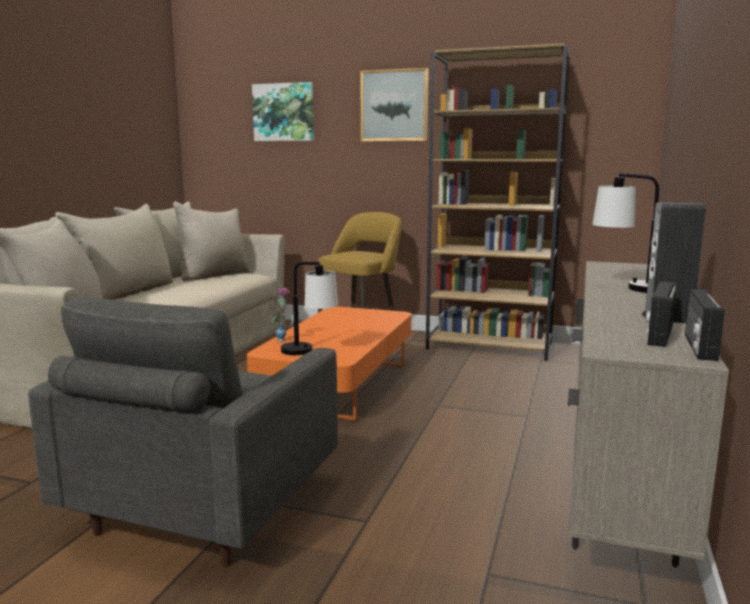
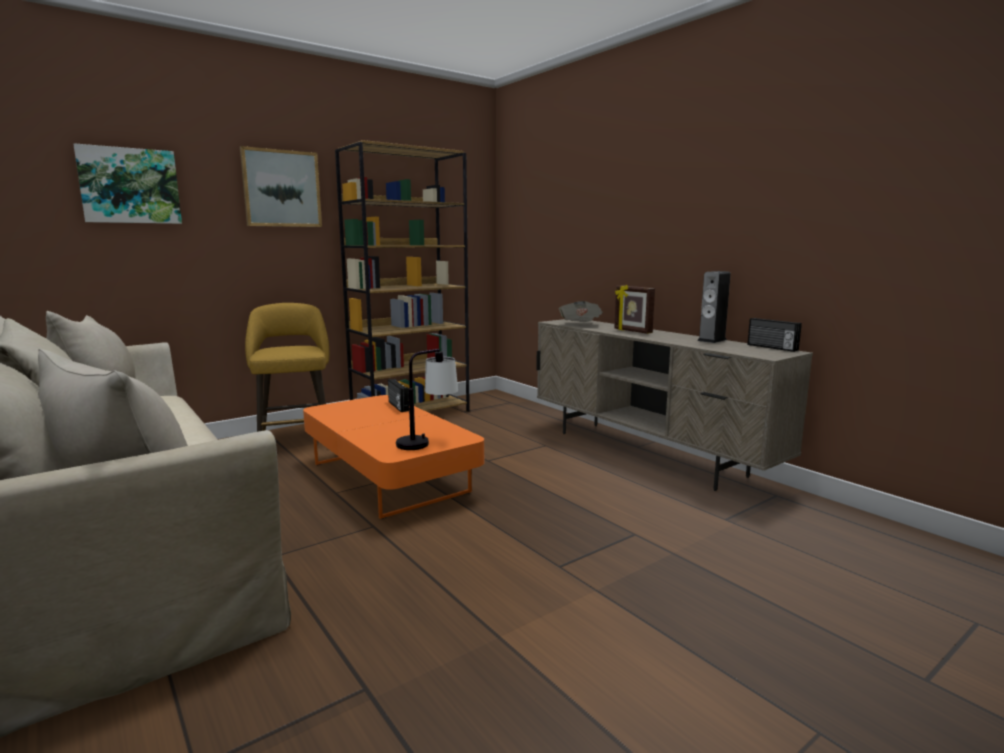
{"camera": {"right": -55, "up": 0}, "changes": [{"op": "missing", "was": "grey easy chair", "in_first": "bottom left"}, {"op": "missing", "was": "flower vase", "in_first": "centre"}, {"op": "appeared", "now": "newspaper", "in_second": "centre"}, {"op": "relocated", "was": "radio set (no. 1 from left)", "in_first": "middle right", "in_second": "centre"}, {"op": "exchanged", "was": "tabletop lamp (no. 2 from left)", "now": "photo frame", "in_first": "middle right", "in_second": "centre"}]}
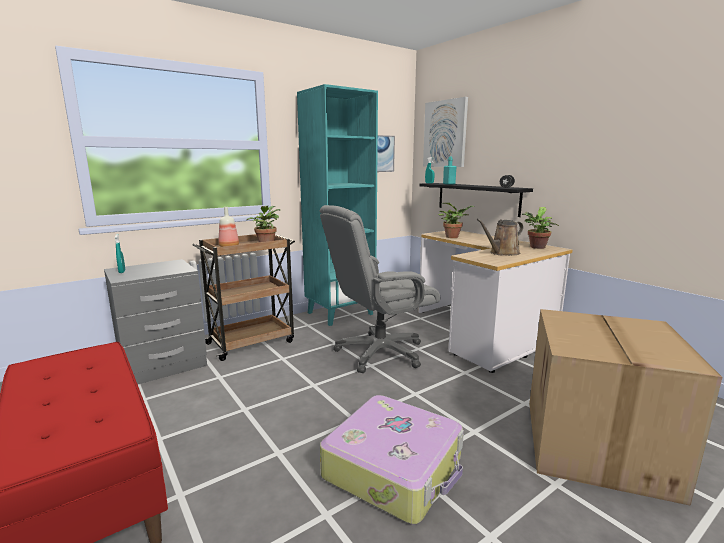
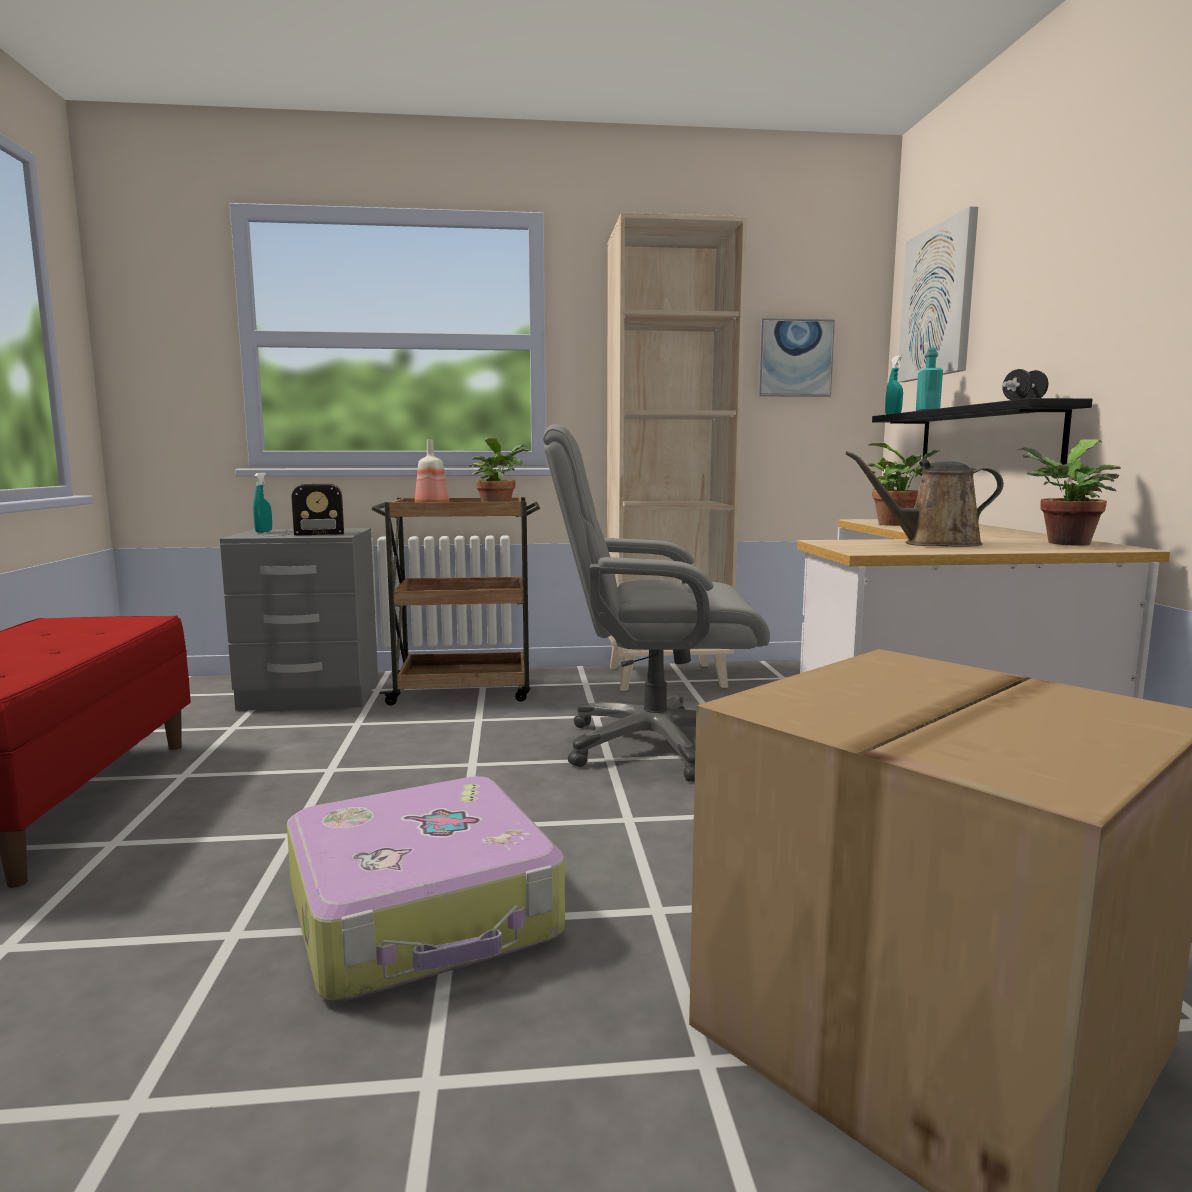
{"camera": {"right": 30, "up": -5}, "changes": [{"op": "appeared", "now": "radio set", "in_second": "middle left"}, {"op": "colour", "was": "blue-green bookcase", "now": "beige bookcase", "in_first": "centre", "in_second": "centre"}]}
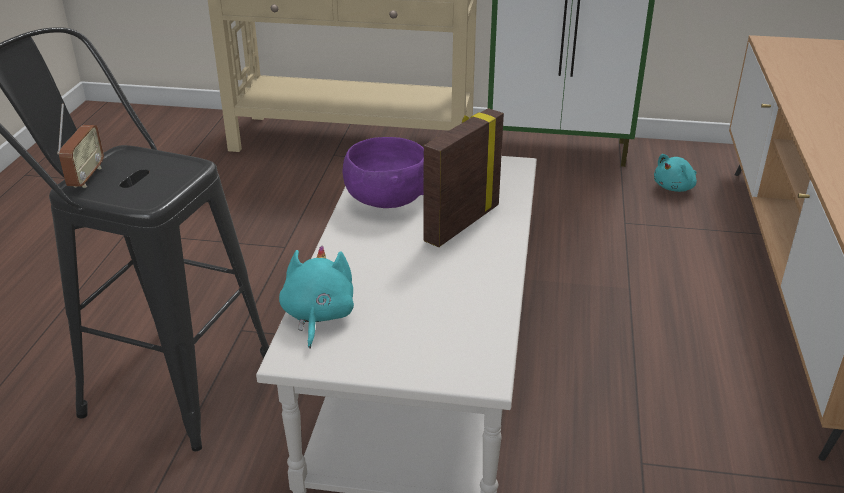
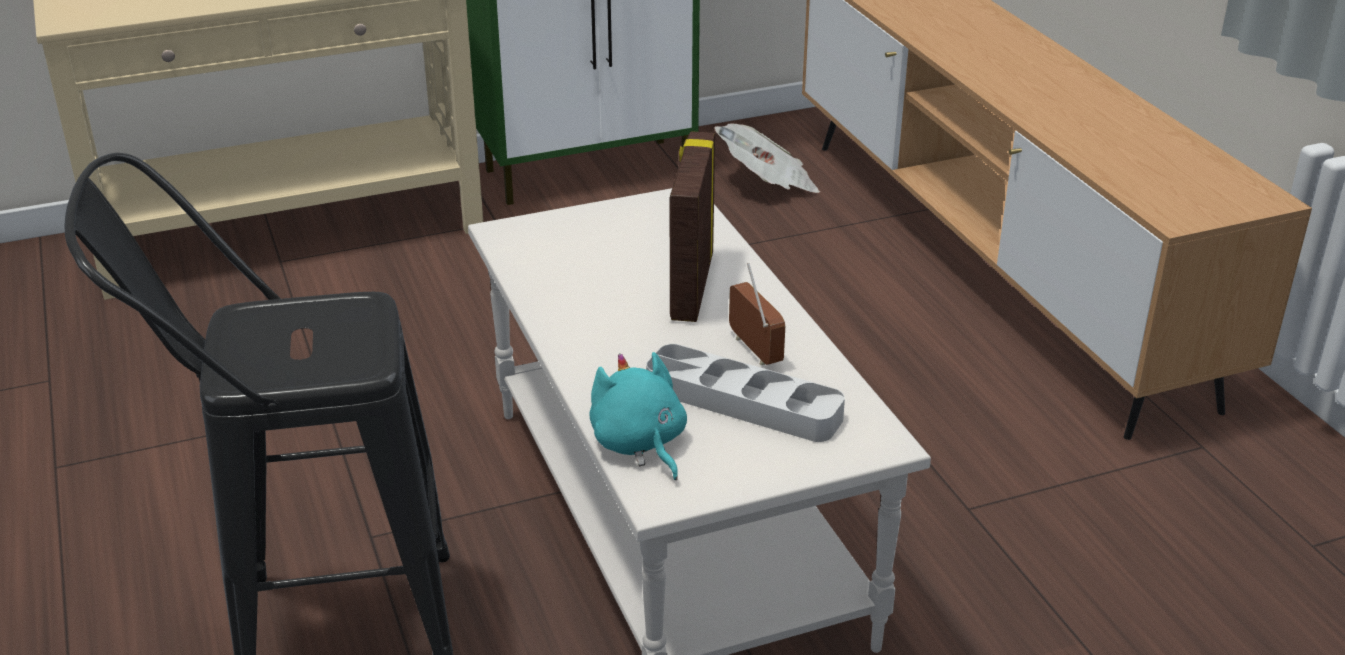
{"camera": {"right": -30, "up": 0}, "changes": [{"op": "missing", "was": "purple bowl", "in_first": "centre"}, {"op": "appeared", "now": "grey tray", "in_second": "centre"}, {"op": "relocated", "was": "radio set", "in_first": "top left", "in_second": "centre"}, {"op": "exchanged", "was": "blue-green soft toy (no. 2 from left)", "now": "newspaper", "in_first": "middle right", "in_second": "top centre"}]}
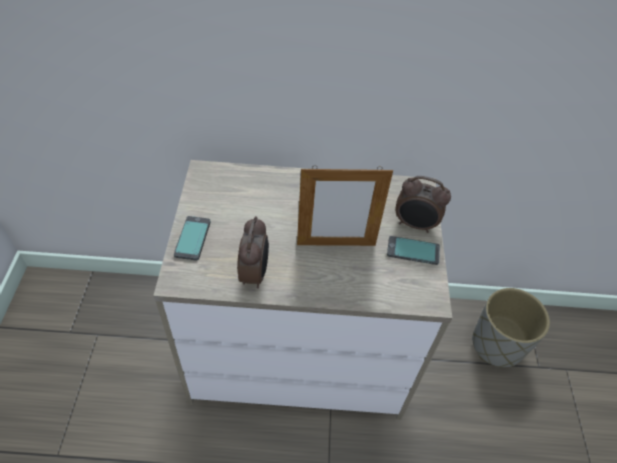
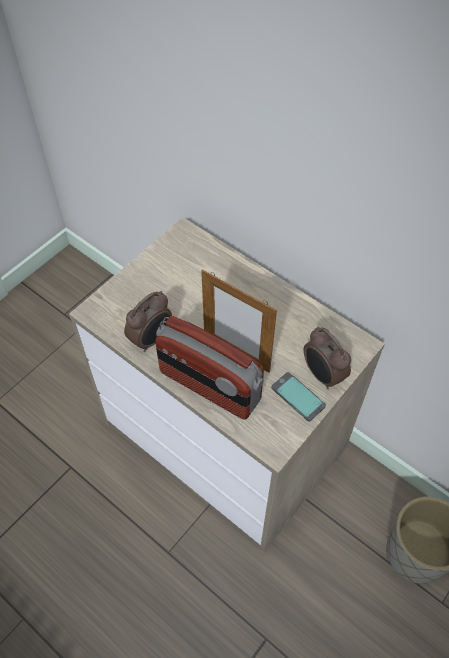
{"camera": {"right": 40, "up": 5}, "changes": [{"op": "missing", "was": "phone (no. 1 from left)", "in_first": "middle left"}, {"op": "appeared", "now": "radio set", "in_second": "centre"}]}
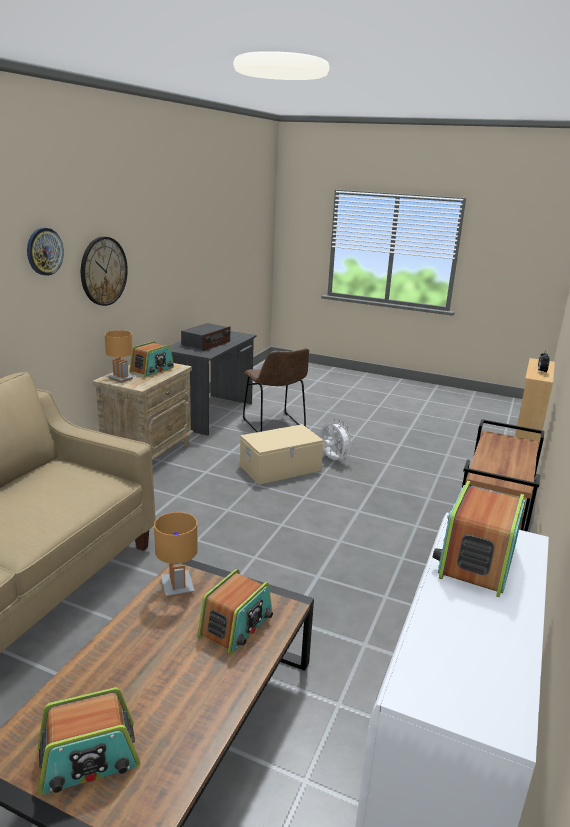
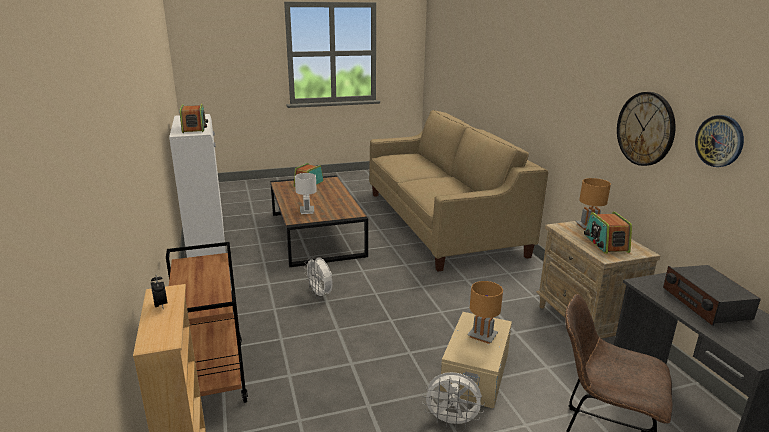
{"camera": {"right": 140, "up": 0}, "changes": [{"op": "appeared", "now": "whitish cooling fan (no. 1 from left)", "in_second": "centre"}, {"op": "relocated", "was": "hanging clock (no. 1 from left in the first image)", "now": "hanging clock (no. 2 from left)", "in_first": "top left", "in_second": "top right"}, {"op": "relocated", "was": "brown-coloured tabletop lamp (no. 2 from left in the first image)", "now": "brown-coloured tabletop lamp (no. 1 from left)", "in_first": "bottom left", "in_second": "bottom centre"}, {"op": "exchanged", "was": "radio set (no. 4 from left)", "now": "whitish tabletop lamp", "in_first": "bottom centre", "in_second": "centre"}]}
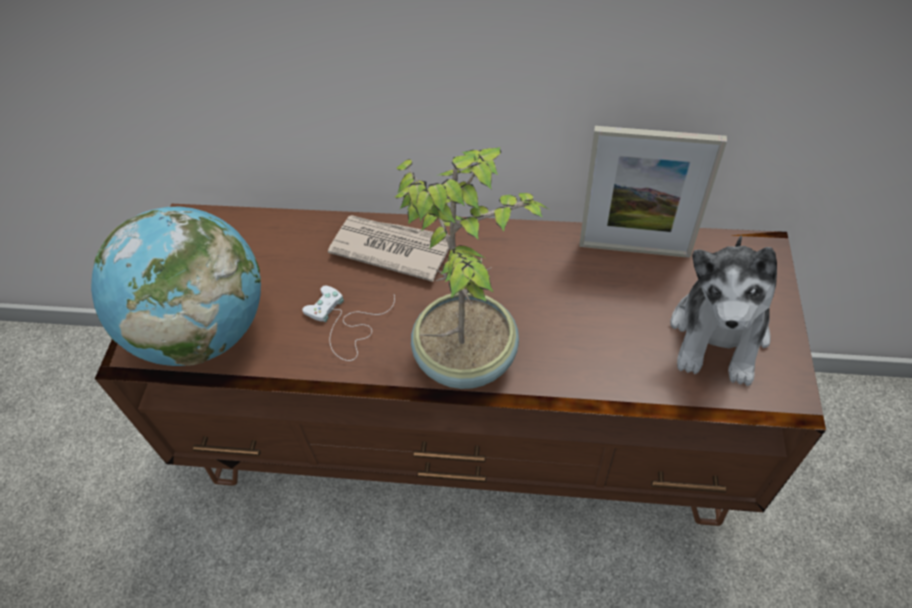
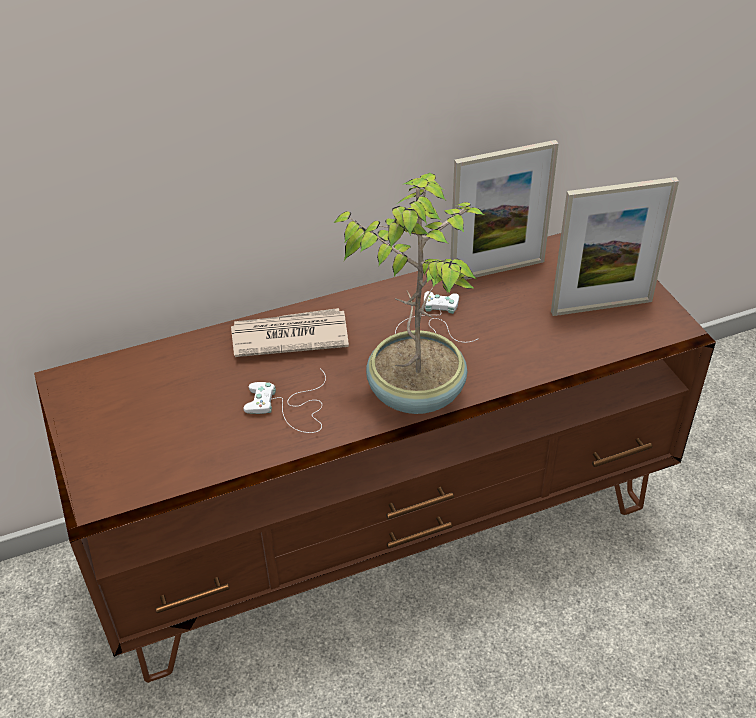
{"camera": {"right": -30, "up": -10}, "changes": [{"op": "missing", "was": "world globe", "in_first": "middle left"}, {"op": "appeared", "now": "whitish game controller (no. 2 from left)", "in_second": "centre"}, {"op": "exchanged", "was": "soft toy", "now": "photo frame (no. 2 from left)", "in_first": "middle right", "in_second": "middle right"}]}
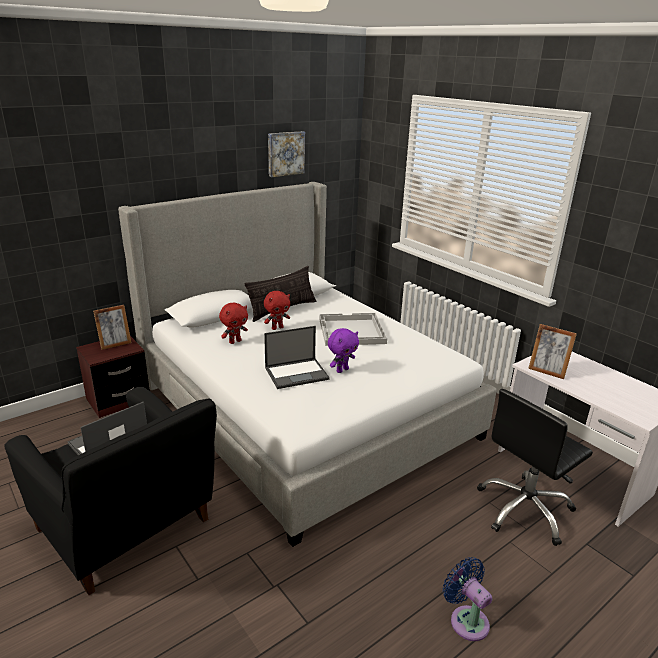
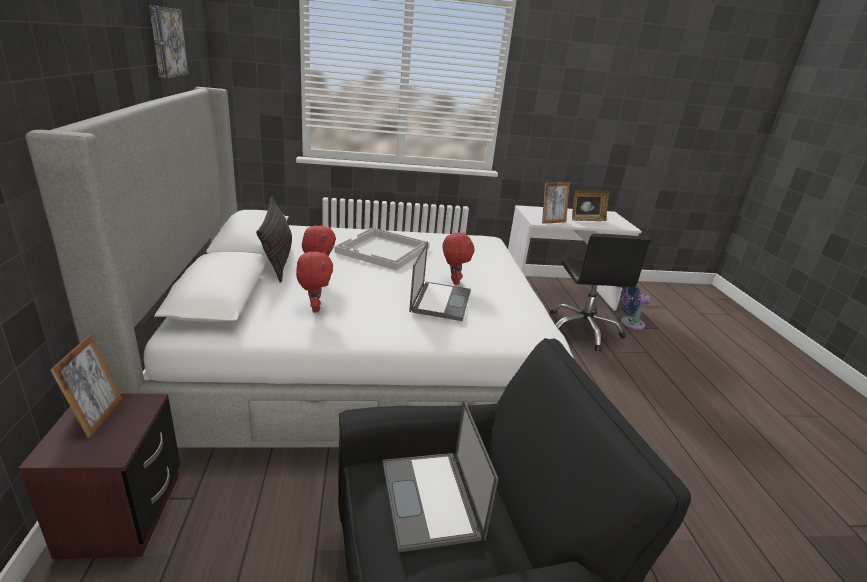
{"camera": {"right": -60, "up": 0}, "changes": [{"op": "appeared", "now": "photo frame (no. 3 from left)", "in_second": "middle right"}, {"op": "relocated", "was": "blue-coloured cooling fan", "in_first": "bottom right", "in_second": "middle right"}, {"op": "colour", "was": "purple soft toy", "now": "red soft toy (no. 3 from left)", "in_first": "centre", "in_second": "centre"}]}
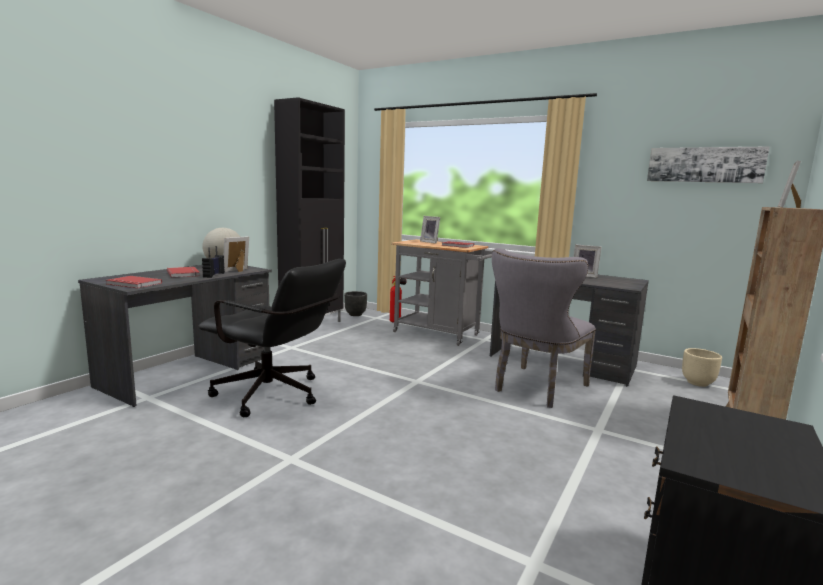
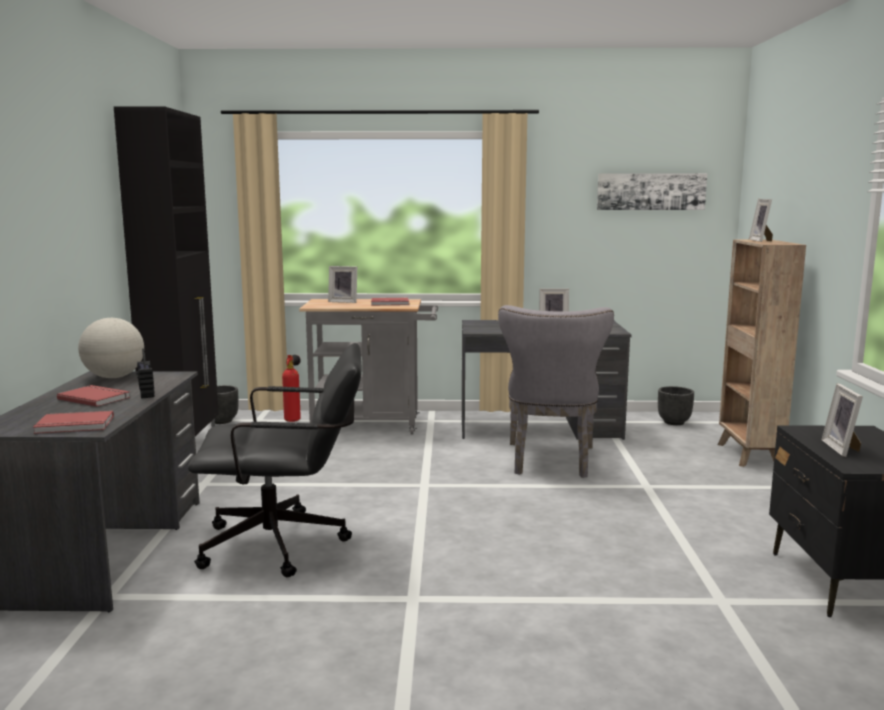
{"camera": {"right": -30, "up": 0}, "changes": [{"op": "relocated", "was": "photo frame (no. 1 from left in the first image)", "now": "photo frame (no. 4 from left)", "in_first": "middle left", "in_second": "middle right"}, {"op": "colour", "was": "beige flower pot", "now": "black-coloured flower pot (no. 2 from left)", "in_first": "middle right", "in_second": "middle right"}]}
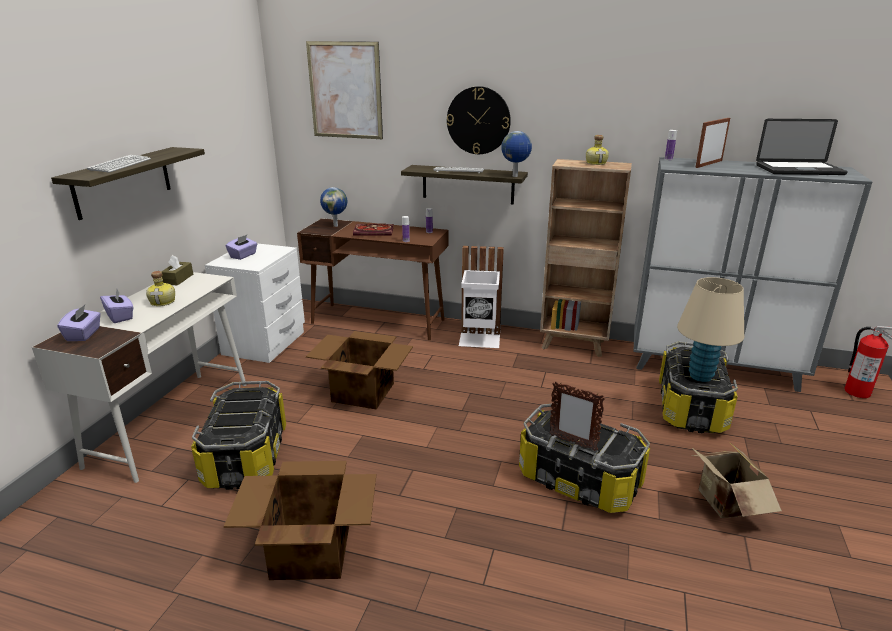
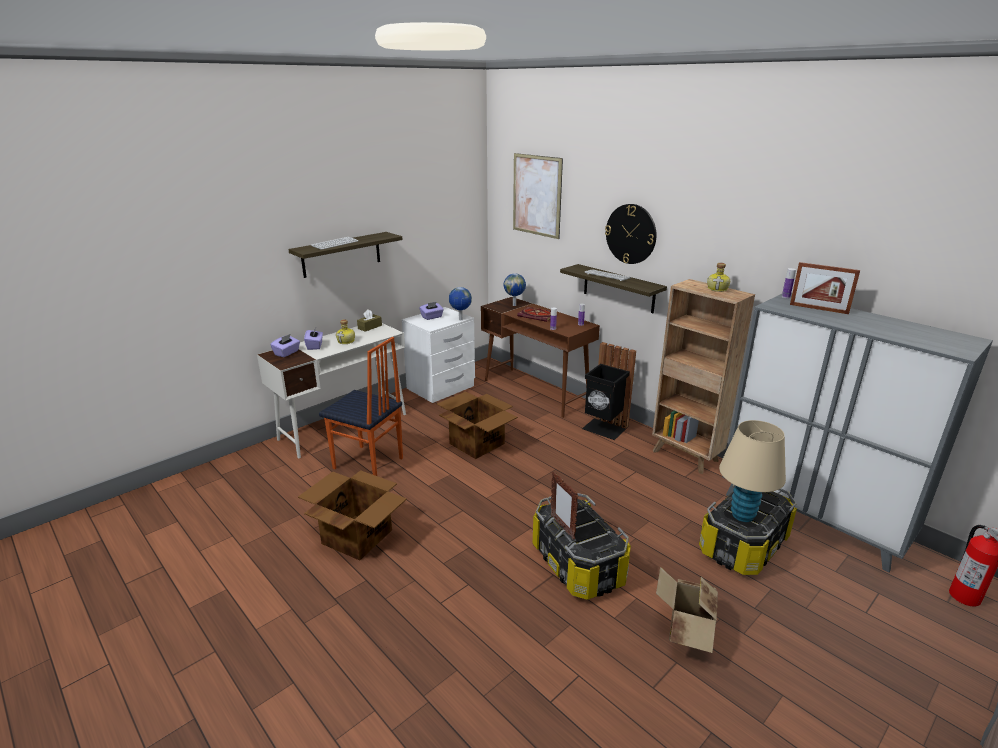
{"camera": {"right": 30, "up": 0}, "changes": [{"op": "missing", "was": "laptop", "in_first": "top right"}, {"op": "relocated", "was": "world globe (no. 2 from left in the first image)", "now": "world globe (no. 1 from left)", "in_first": "top centre", "in_second": "centre"}, {"op": "exchanged", "was": "storage bin (no. 1 from left)", "now": "chair", "in_first": "bottom left", "in_second": "centre"}, {"op": "colour", "was": "whitish trash can", "now": "black-coloured trash can", "in_first": "centre", "in_second": "centre"}, {"op": "spun", "was": "photo frame (no. 2 from left)", "in_first": "top right", "in_second": "middle right", "clockwise": -135}]}
